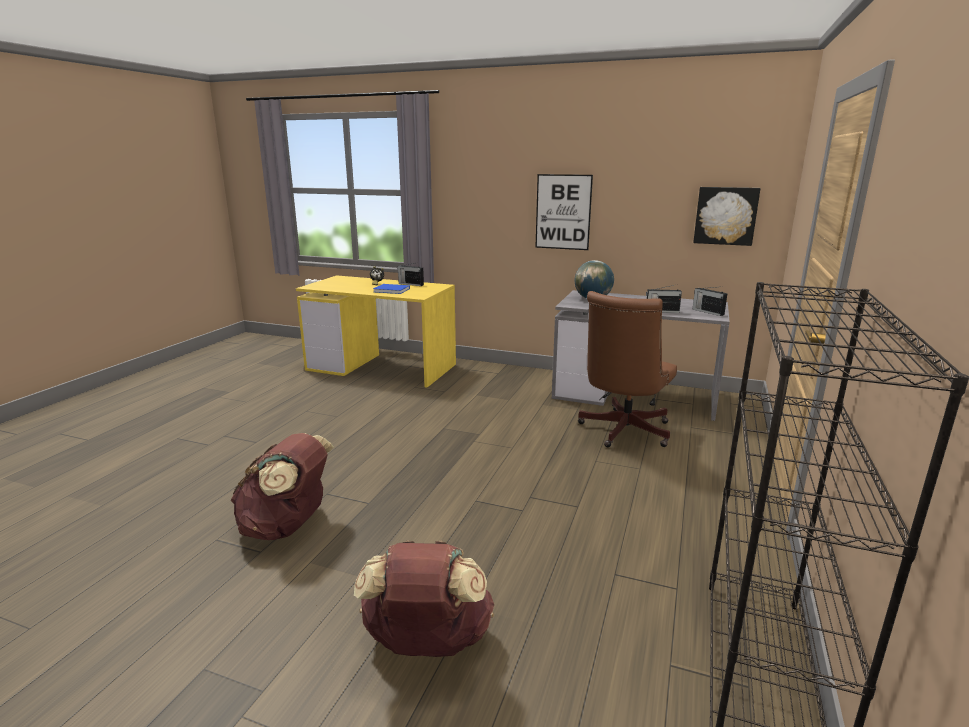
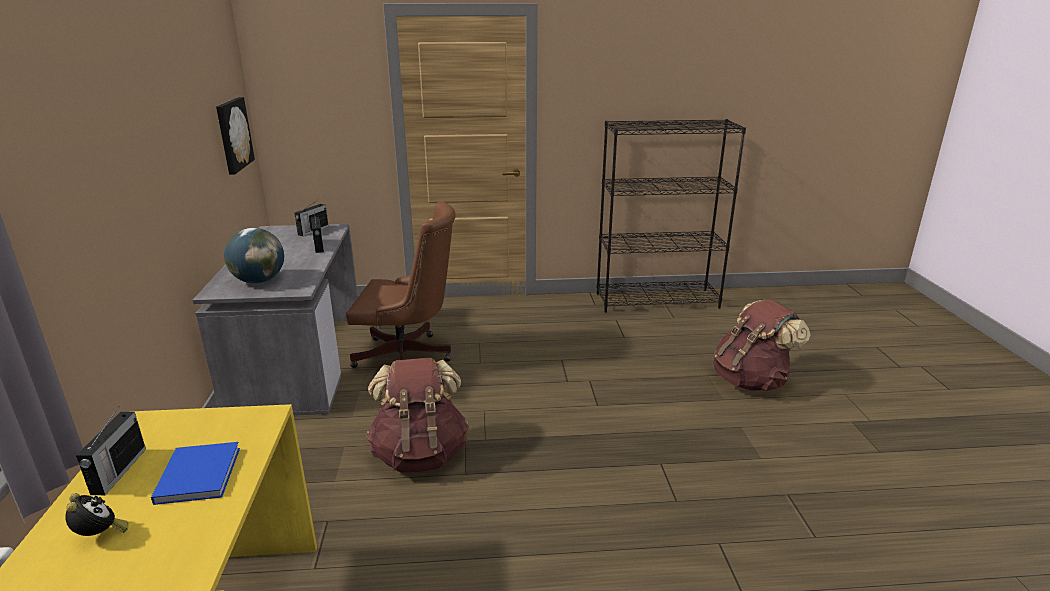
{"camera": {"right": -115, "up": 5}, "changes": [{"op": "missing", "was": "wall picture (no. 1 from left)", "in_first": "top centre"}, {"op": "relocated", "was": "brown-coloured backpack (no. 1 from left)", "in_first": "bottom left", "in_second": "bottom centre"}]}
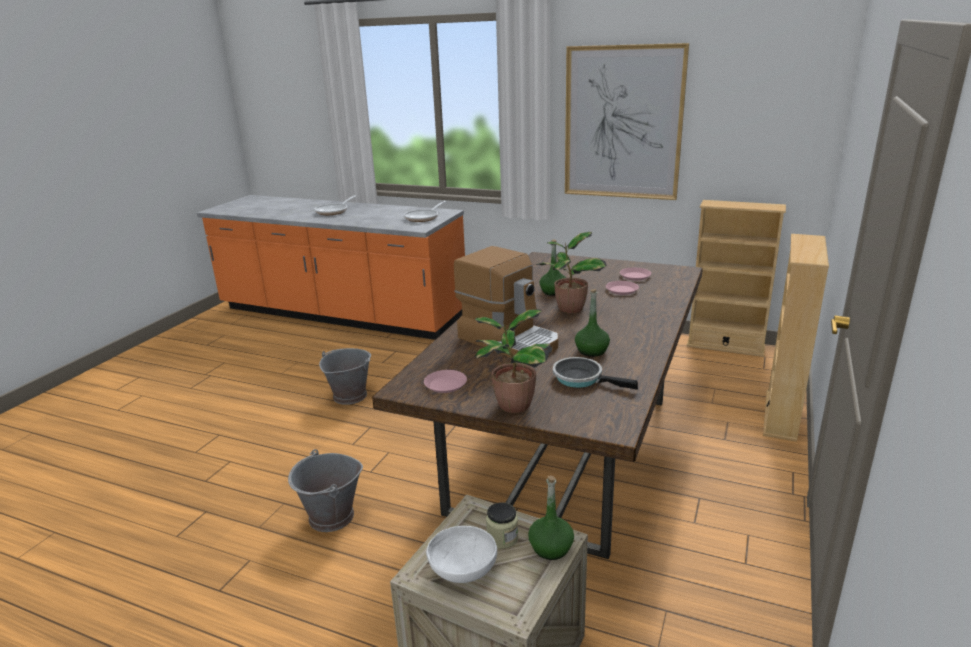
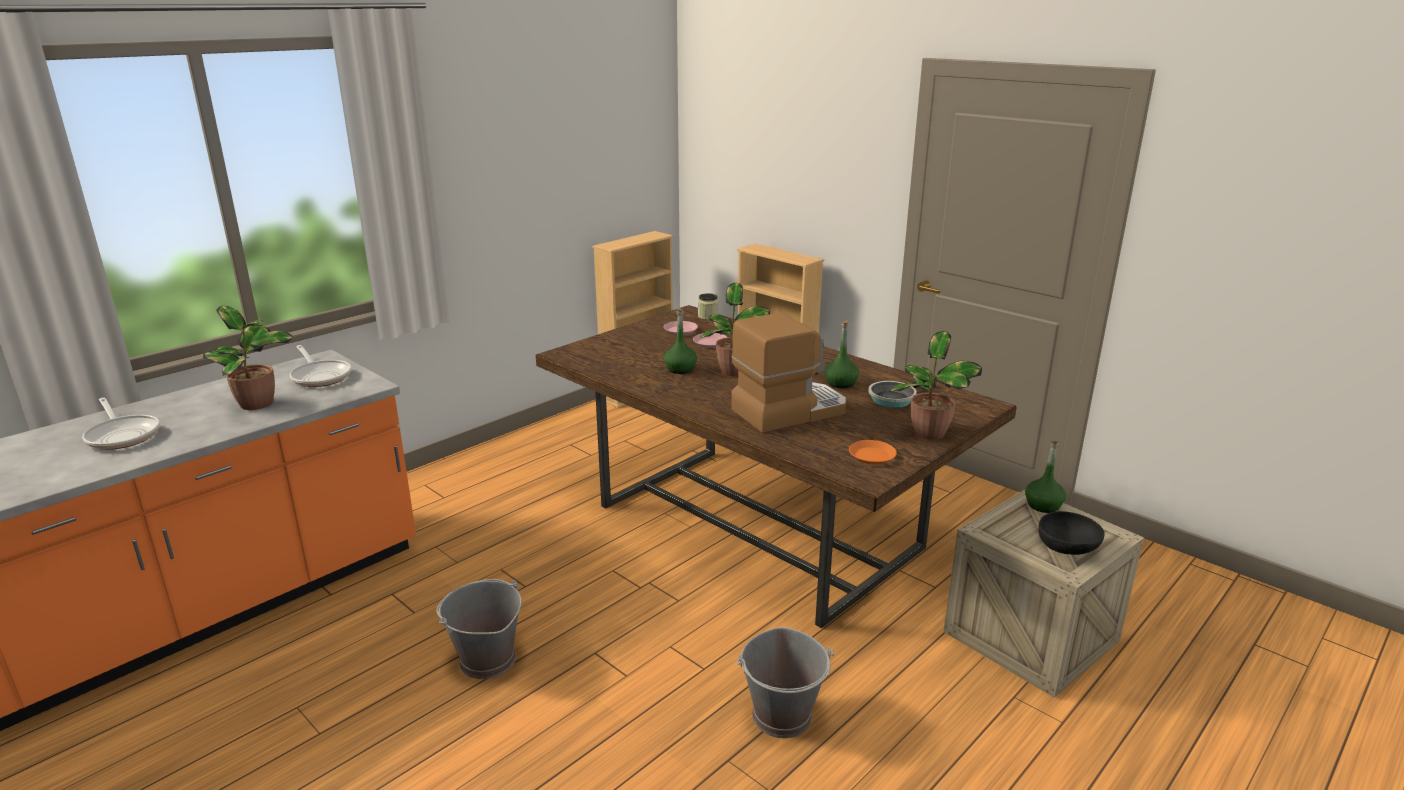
{"camera": {"right": -70, "up": 0}, "changes": [{"op": "missing", "was": "wall picture", "in_first": "top centre"}, {"op": "appeared", "now": "potted plant (no. 1 from left)", "in_second": "middle left"}, {"op": "relocated", "was": "jar", "in_first": "bottom centre", "in_second": "centre"}, {"op": "colour", "was": "pinkish flat dish (no. 1 from left)", "now": "orangey flat dish", "in_first": "centre", "in_second": "centre"}, {"op": "colour", "was": "whitish bowl", "now": "black-coloured bowl", "in_first": "bottom centre", "in_second": "bottom right"}]}
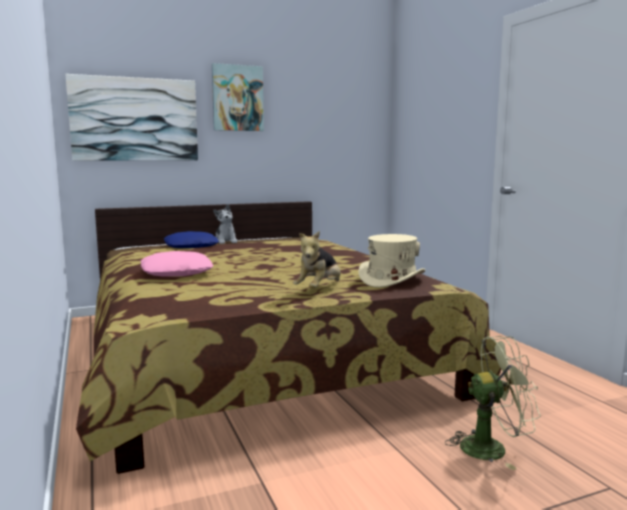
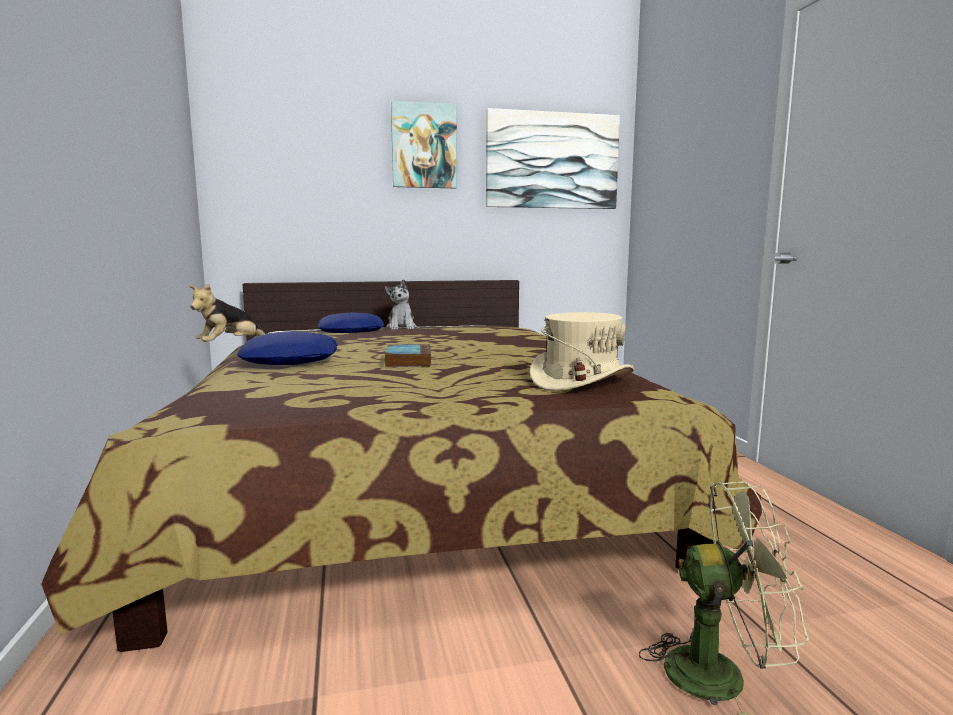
{"camera": {"right": 10, "up": 0}, "changes": [{"op": "appeared", "now": "book", "in_second": "centre"}, {"op": "relocated", "was": "wall picture (no. 1 from left in the first image)", "now": "wall picture (no. 2 from left)", "in_first": "top left", "in_second": "top centre"}, {"op": "relocated", "was": "soft toy (no. 2 from left in the first image)", "now": "soft toy (no. 1 from left)", "in_first": "centre", "in_second": "middle left"}, {"op": "colour", "was": "pinkish throw pillow", "now": "blue-coloured throw pillow (no. 1 from left)", "in_first": "middle left", "in_second": "middle left"}]}
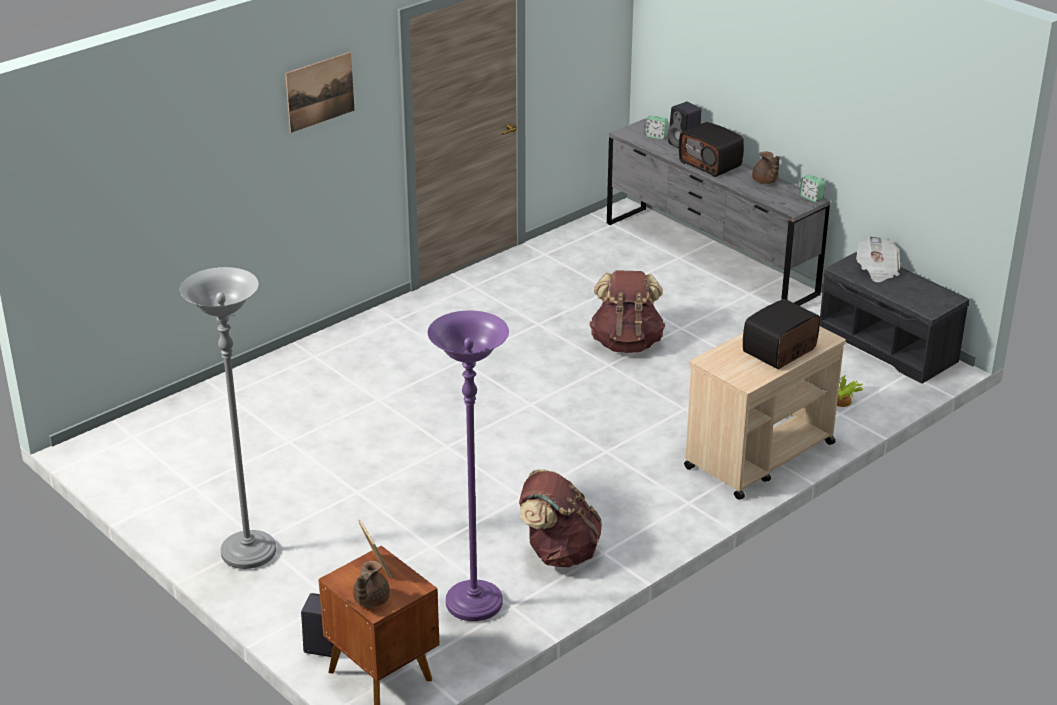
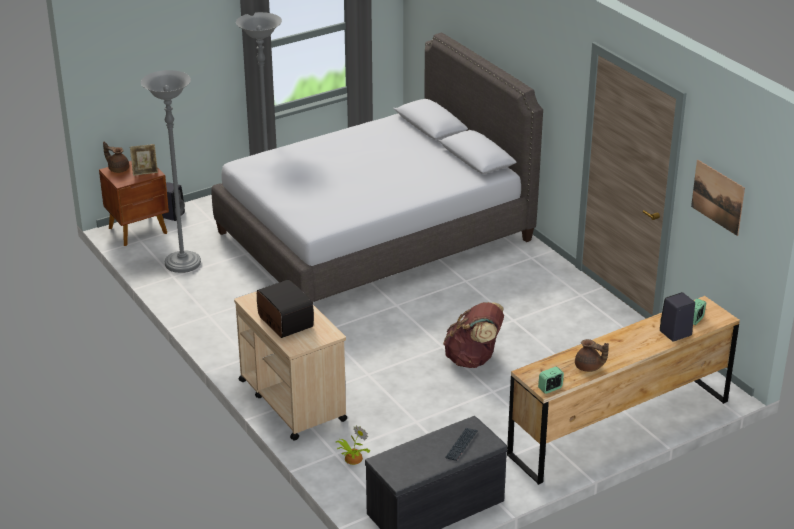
{"camera": {"right": 100, "up": 0}, "changes": [{"op": "missing", "was": "brown-coloured backpack (no. 1 from left)", "in_first": "bottom centre"}, {"op": "missing", "was": "radio set (no. 1 from left)", "in_first": "top right"}, {"op": "appeared", "now": "grey sleeping bed", "in_second": "top centre"}, {"op": "relocated", "was": "wall picture", "in_first": "top left", "in_second": "middle right"}, {"op": "exchanged", "was": "newspaper", "now": "computer keyboard", "in_first": "middle right", "in_second": "bottom centre"}, {"op": "colour", "was": "purple floor lamp", "now": "grey floor lamp (no. 1 from left)", "in_first": "centre", "in_second": "top left"}, {"op": "colour", "was": "grey dresser", "now": "brown-coloured dresser", "in_first": "top right", "in_second": "bottom right"}, {"op": "spun", "was": "brown-coloured tea pot (no. 2 from left)", "in_first": "top right", "in_second": "bottom right", "clockwise": -135}]}
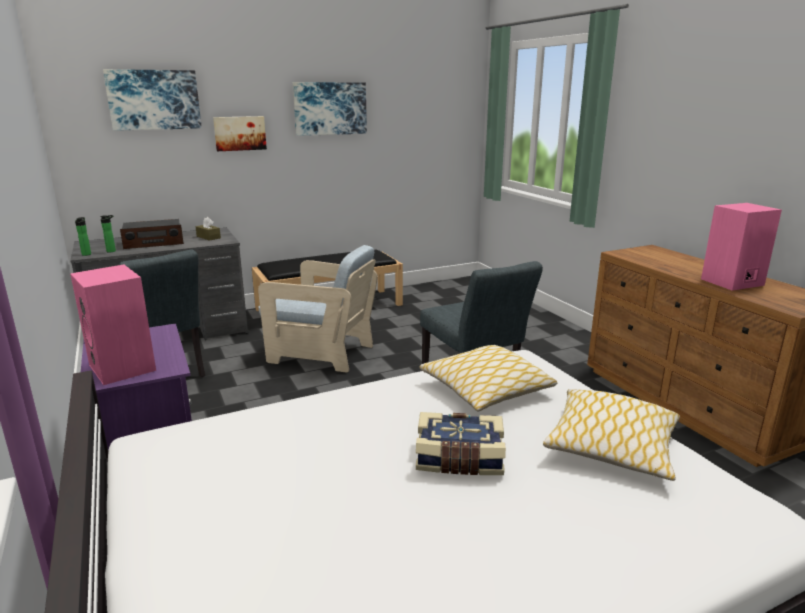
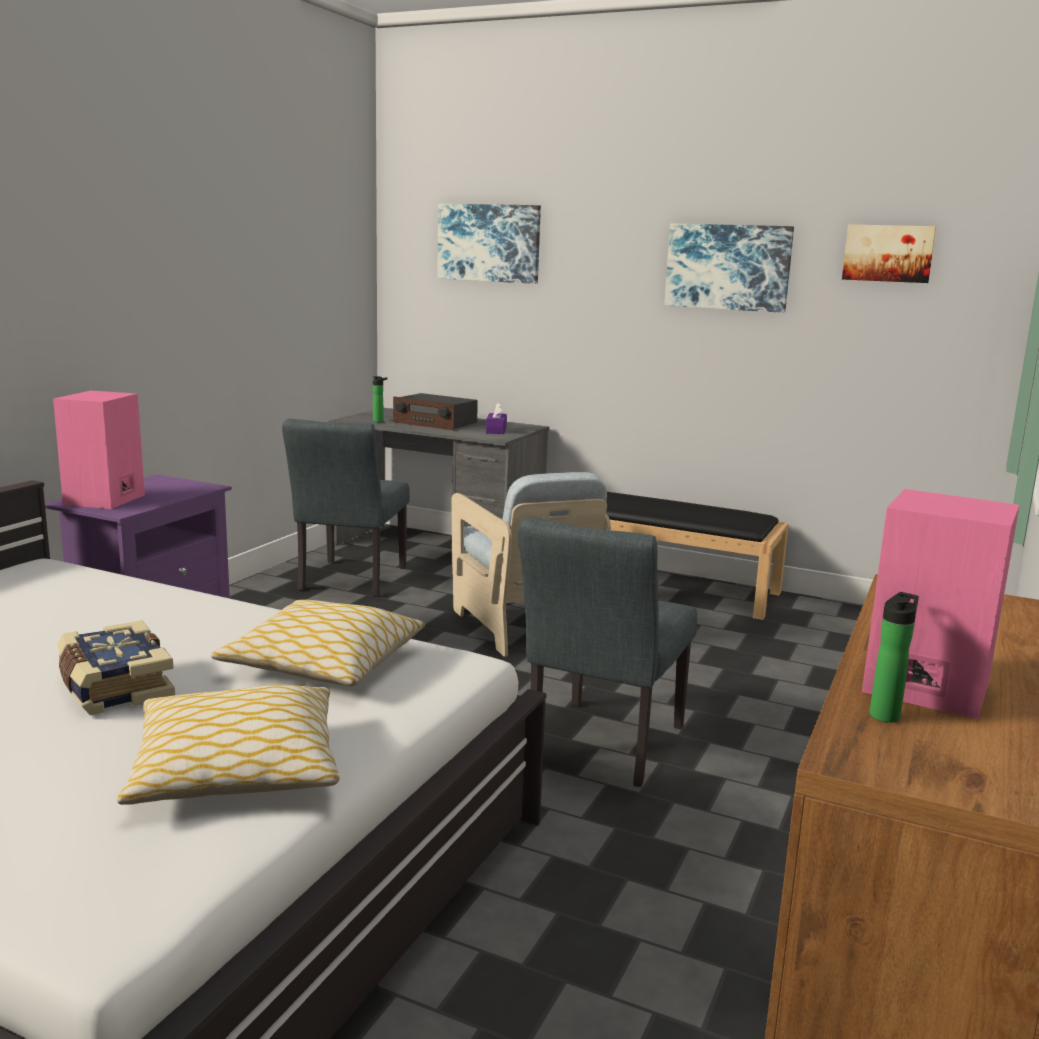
{"camera": {"right": 50, "up": -5}, "changes": [{"op": "relocated", "was": "beverage bottle (no. 1 from left in the first image)", "now": "beverage bottle (no. 2 from left)", "in_first": "middle left", "in_second": "middle right"}, {"op": "relocated", "was": "wall picture (no. 2 from left in the first image)", "now": "wall picture (no. 3 from left)", "in_first": "top left", "in_second": "top right"}, {"op": "colour", "was": "brown-coloured tissue holder", "now": "purple tissue holder", "in_first": "middle left", "in_second": "centre"}]}
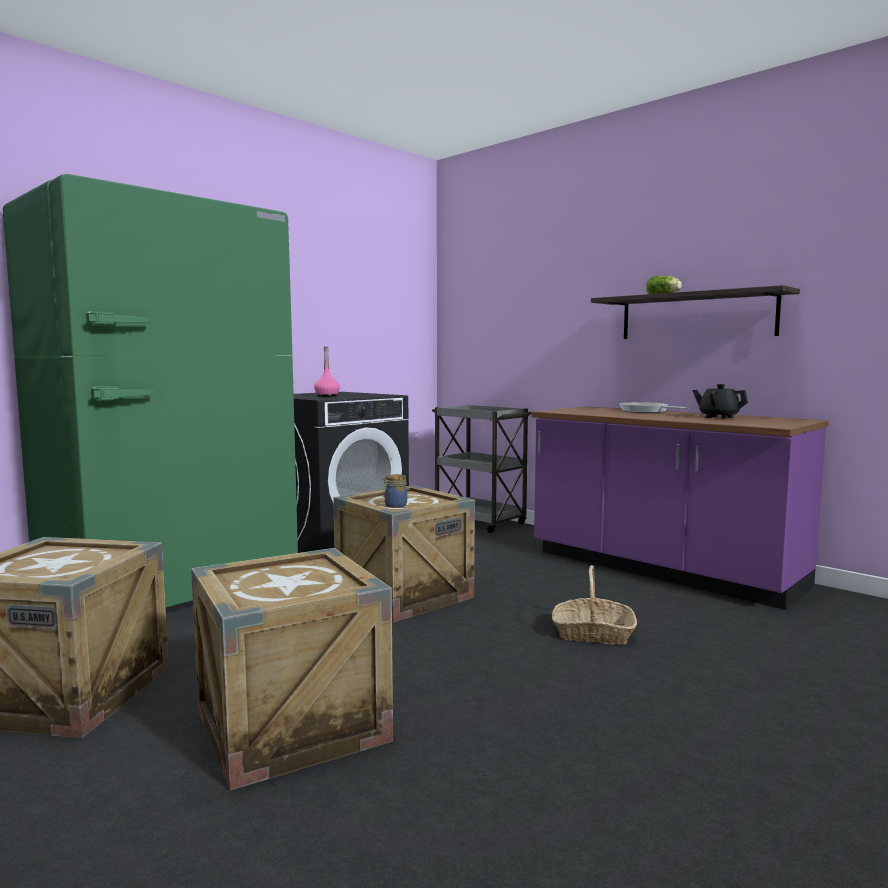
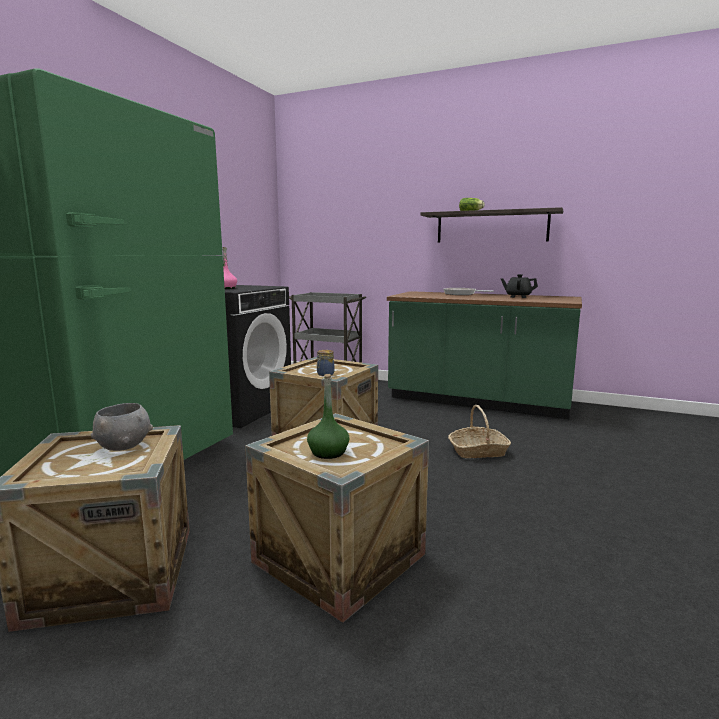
{"camera": {"right": -20, "up": 5}, "changes": [{"op": "appeared", "now": "grey bowl", "in_second": "middle left"}, {"op": "appeared", "now": "green-coloured beverage bottle", "in_second": "centre"}, {"op": "colour", "was": "purple kitchen counter", "now": "green-coloured kitchen counter", "in_first": "middle right", "in_second": "middle right"}]}
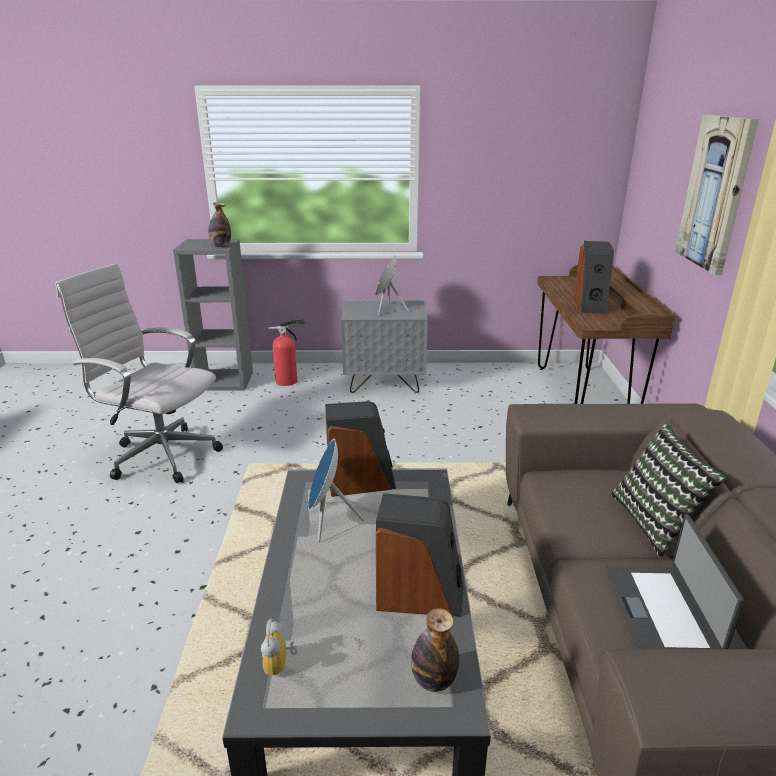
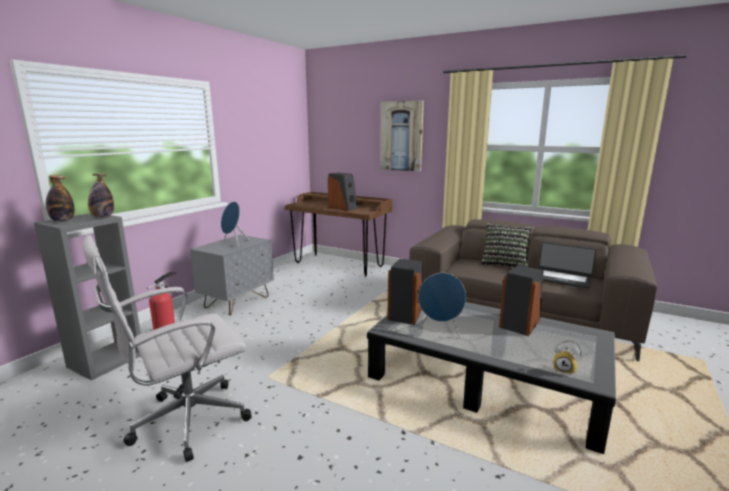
{"camera": {"right": -60, "up": -10}, "changes": [{"op": "relocated", "was": "beverage bottle (no. 2 from left in the first image)", "now": "beverage bottle (no. 1 from left)", "in_first": "bottom centre", "in_second": "middle left"}]}
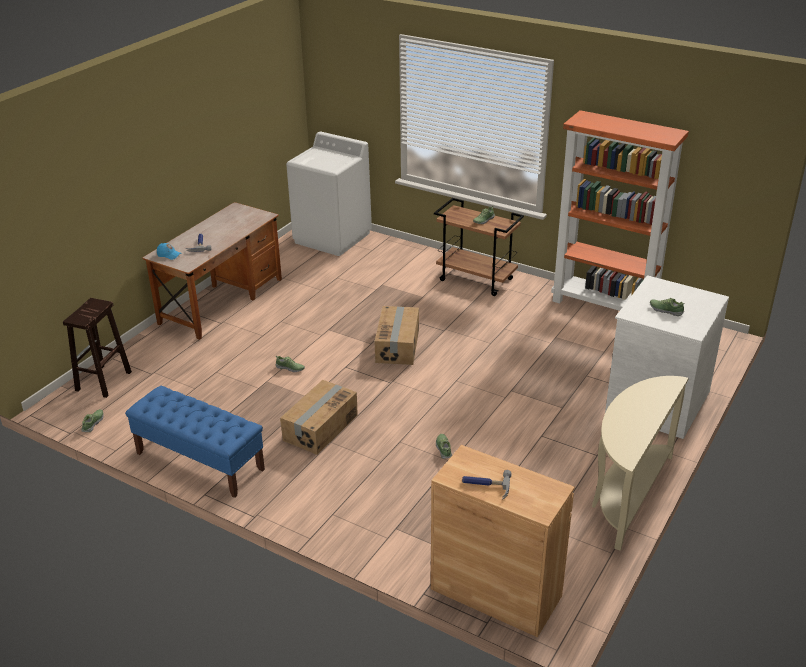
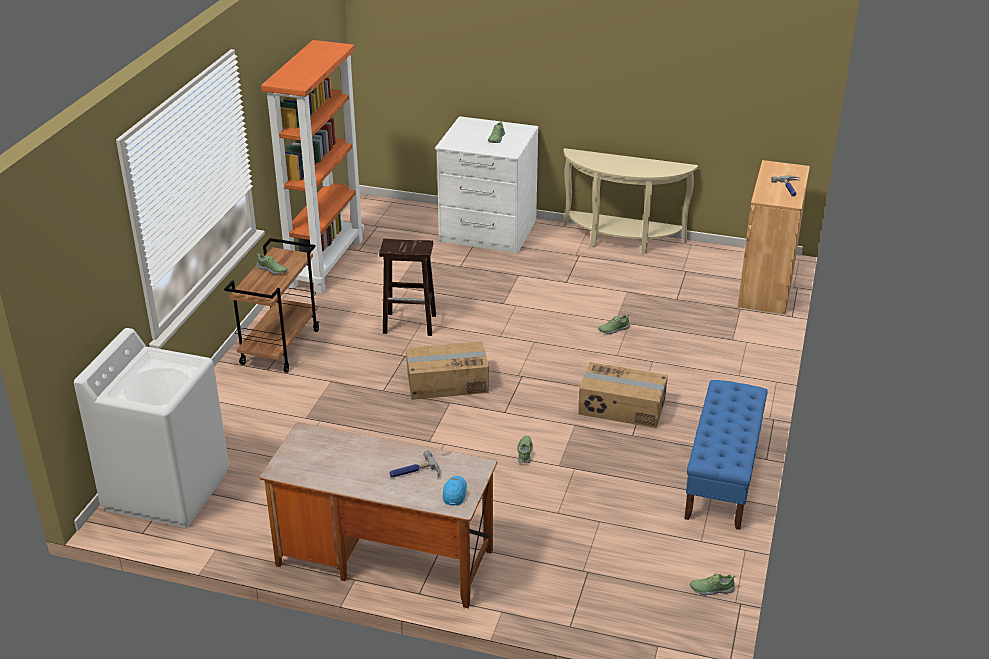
{"camera": {"right": -105, "up": 0}, "changes": [{"op": "relocated", "was": "brown-coloured stool", "in_first": "middle left", "in_second": "centre"}]}
